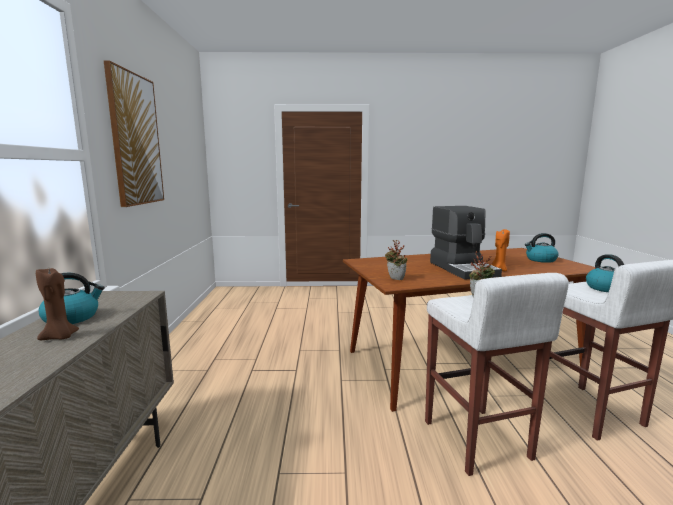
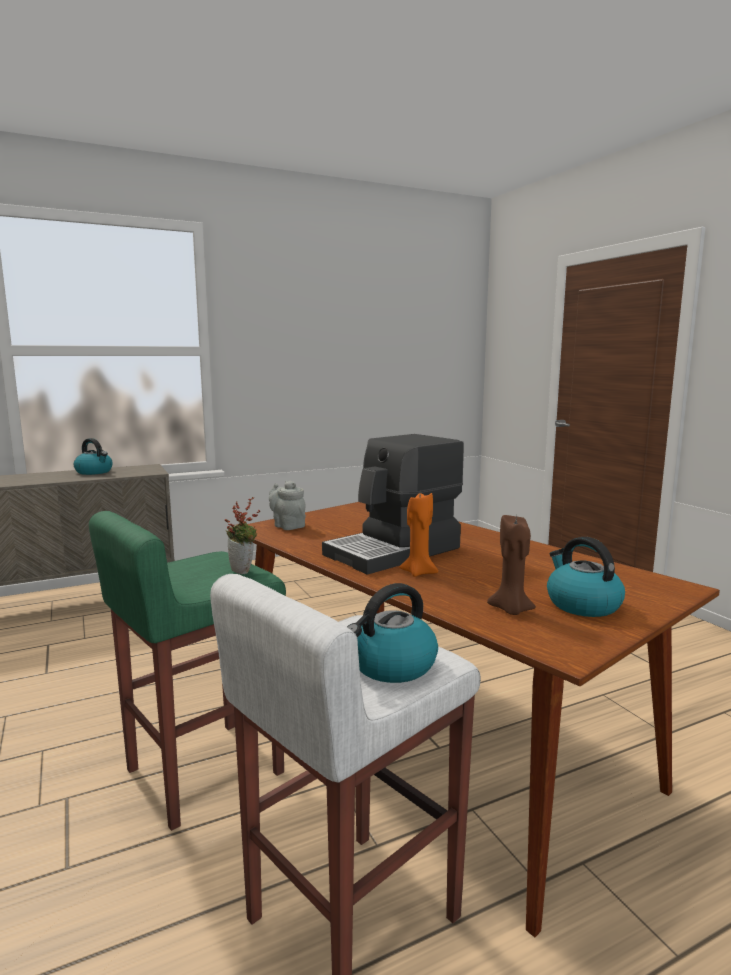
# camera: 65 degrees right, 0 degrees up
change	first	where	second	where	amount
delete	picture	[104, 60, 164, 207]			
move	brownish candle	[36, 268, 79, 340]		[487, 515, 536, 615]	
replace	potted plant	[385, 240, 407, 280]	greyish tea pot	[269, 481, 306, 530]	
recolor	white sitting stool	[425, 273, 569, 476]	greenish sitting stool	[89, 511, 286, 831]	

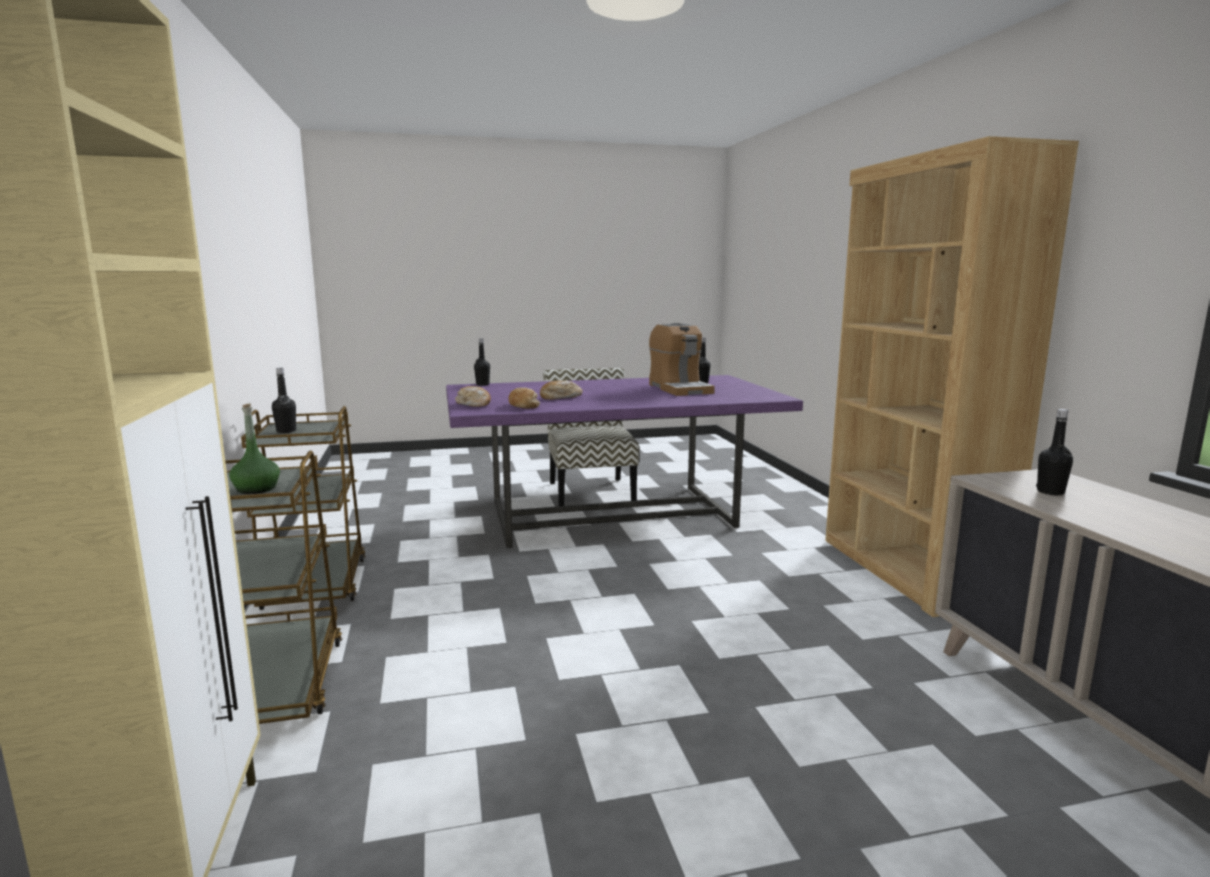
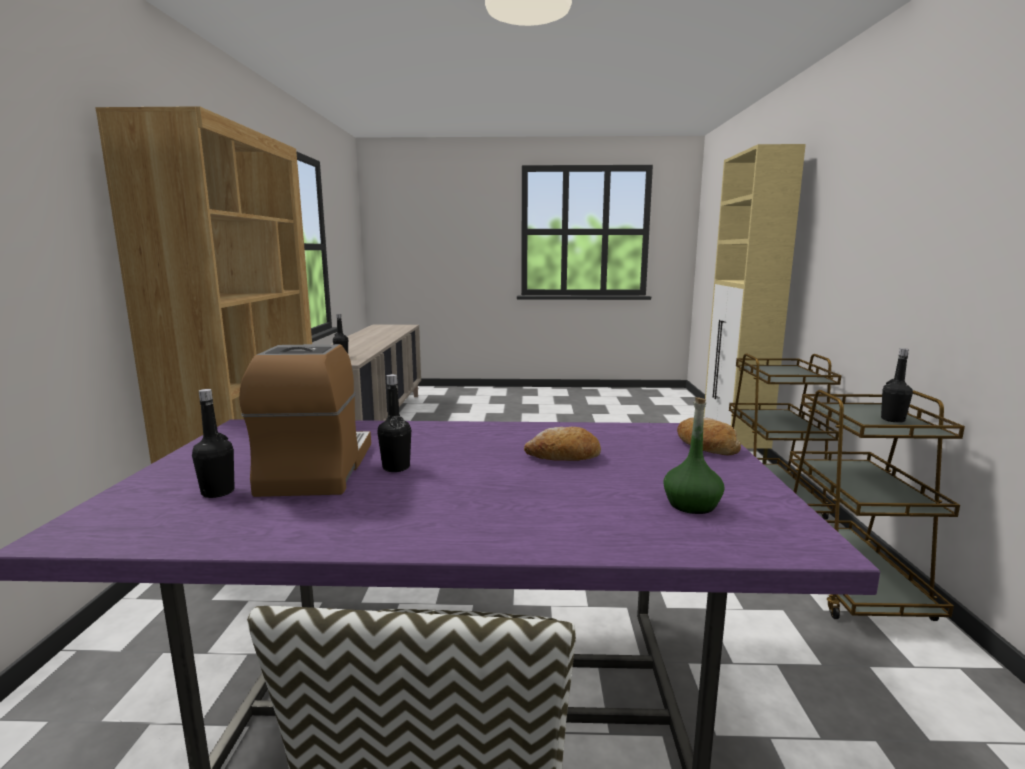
# camera: 165 degrees left, 0 degrees up
change	first	where	second	where	amount
delete	bread	[509, 387, 540, 409]			
move	greenish bottle	[229, 403, 280, 494]		[663, 397, 725, 514]	
move	black-coloured bottle	[474, 338, 490, 386]		[377, 374, 411, 472]	

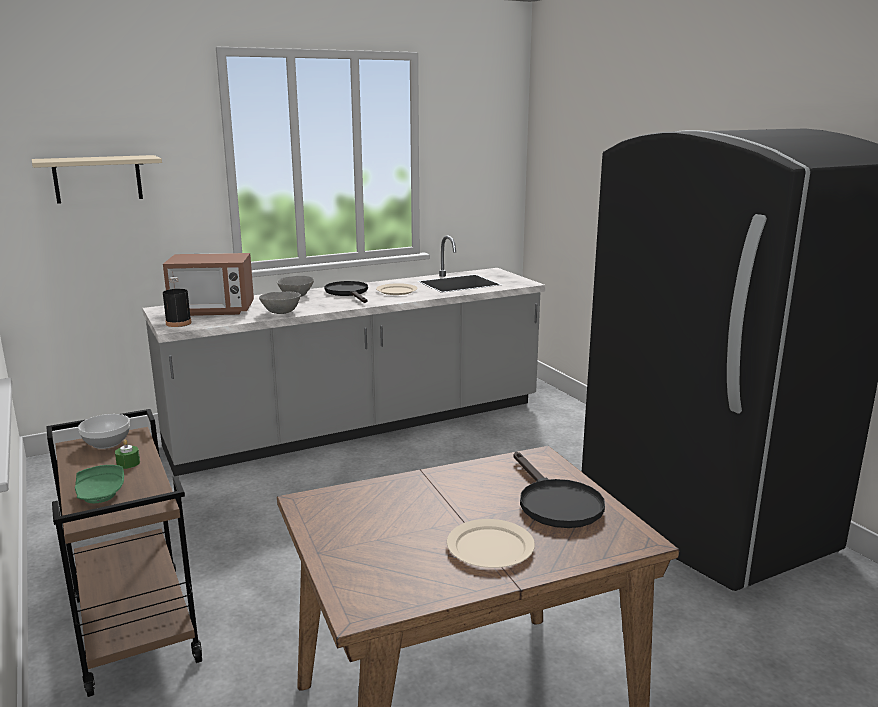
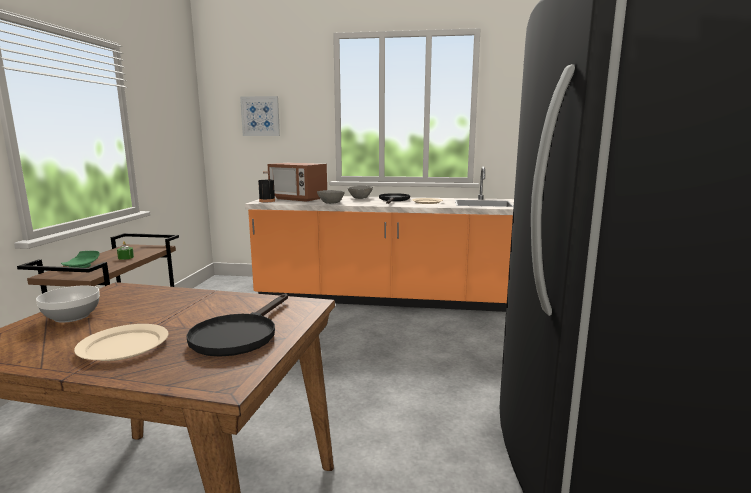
# camera: 35 degrees right, 5 degrees down
change	first	where	second	where	amount
move	deep dish	[78, 414, 130, 449]		[36, 285, 100, 323]	
replace	beige-coloured bracket shelf	[32, 155, 162, 204]	picture	[240, 96, 280, 136]	
recolor	greyish counter	[142, 235, 545, 476]	orange counter	[245, 167, 514, 312]	

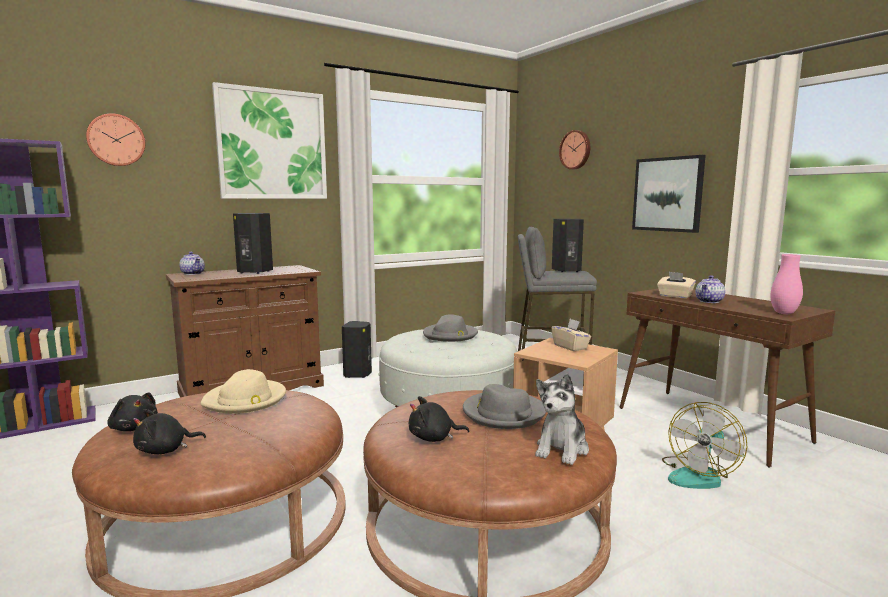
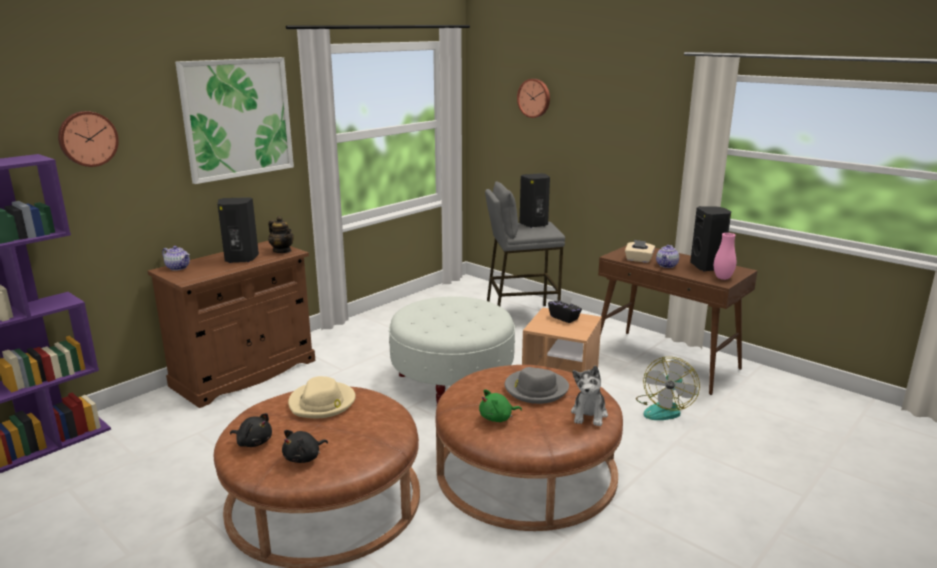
# camera: 15 degrees left, 10 degrees up
change	first	where	second	where	amount
delete	greyish wearable hat	[423, 314, 478, 342]			
delete	picture	[632, 155, 706, 233]			
insert			tea pot	[268, 216, 294, 253]	
move	black-coloured speaker	[342, 321, 372, 378]		[690, 206, 731, 271]	
recolor	black-coloured plush toy	[409, 396, 469, 442]	greenish plush toy	[479, 389, 522, 422]	
recolor	beige-coloured tissue holder	[551, 319, 591, 351]	black-coloured tissue holder	[548, 294, 582, 323]	

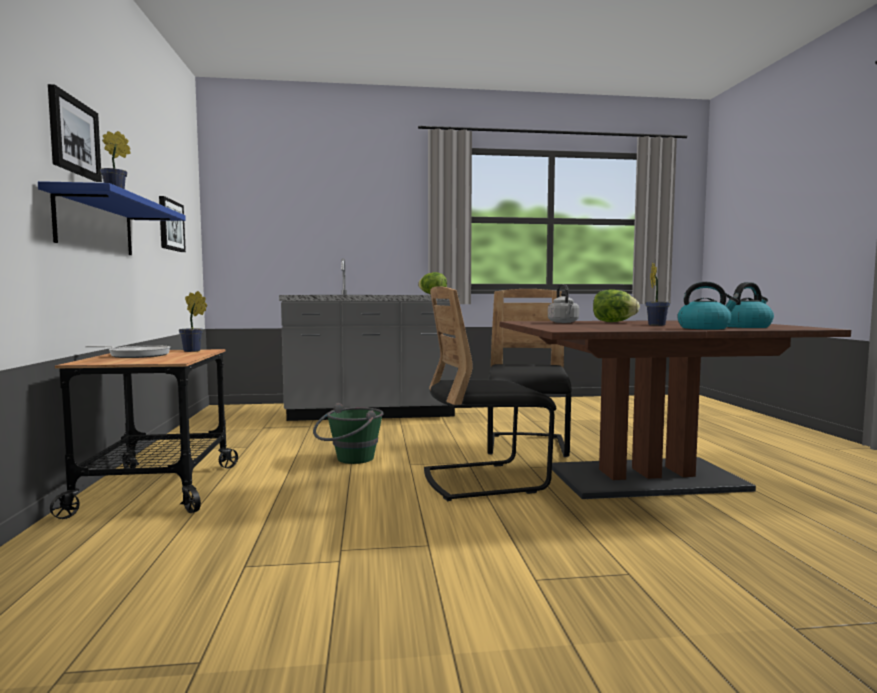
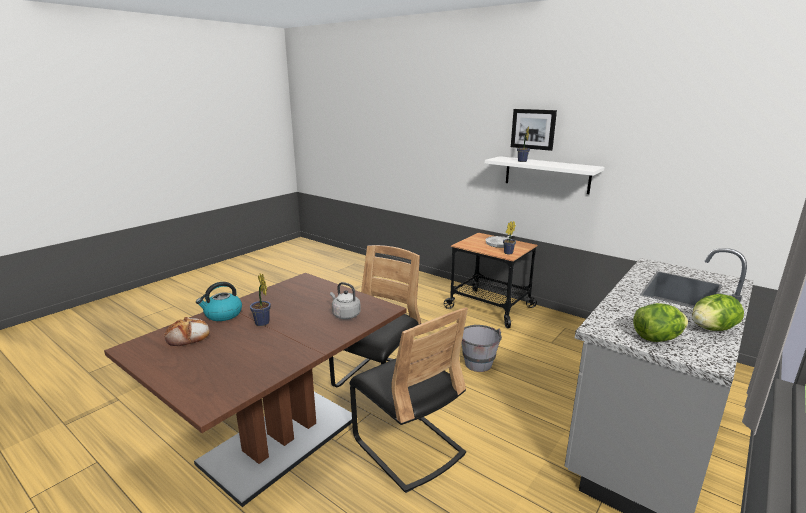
# camera: 135 degrees right, 15 degrees up
change	first	where	second	where	amount
delete	picture	[159, 196, 186, 252]			
move	head of lettuce	[593, 289, 640, 322]		[692, 294, 744, 331]	
replace	tea kettle	[727, 282, 774, 328]	bread	[164, 317, 210, 346]	
recolor	blue bracket shelf	[38, 181, 186, 255]	white bracket shelf	[485, 156, 605, 194]	
recolor	greenish pail	[313, 403, 384, 464]	greyish pail	[461, 325, 502, 372]	

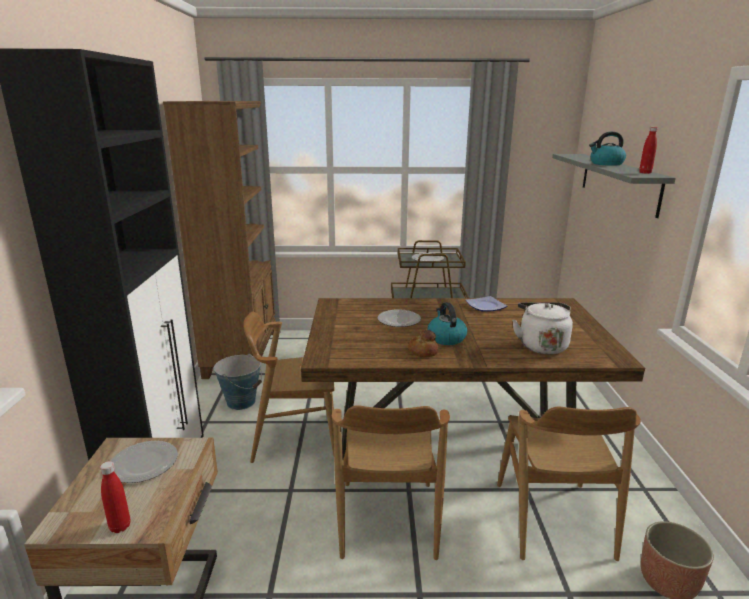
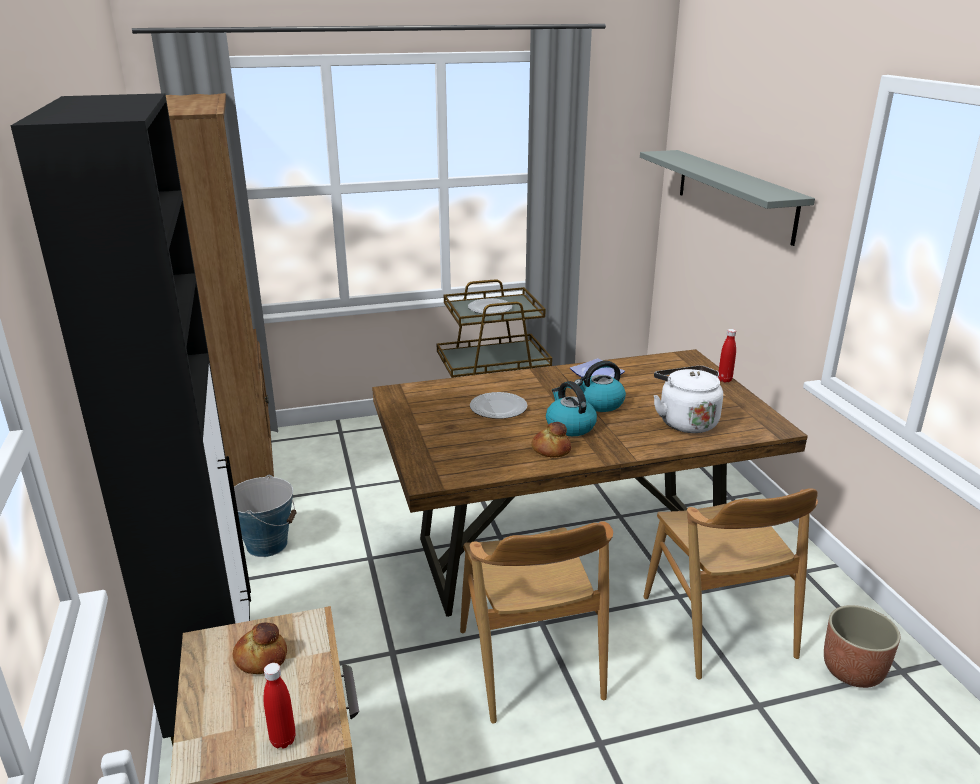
# camera: 15 degrees left, 5 degrees up
change	first	where	second	where	amount
delete	brownish chair	[243, 311, 335, 463]			
move	tea kettle	[589, 132, 626, 166]		[574, 361, 626, 412]	
move	reddish bottle	[639, 127, 658, 174]		[718, 329, 736, 383]	
replace	plate	[111, 441, 178, 483]	bread	[233, 622, 287, 674]	

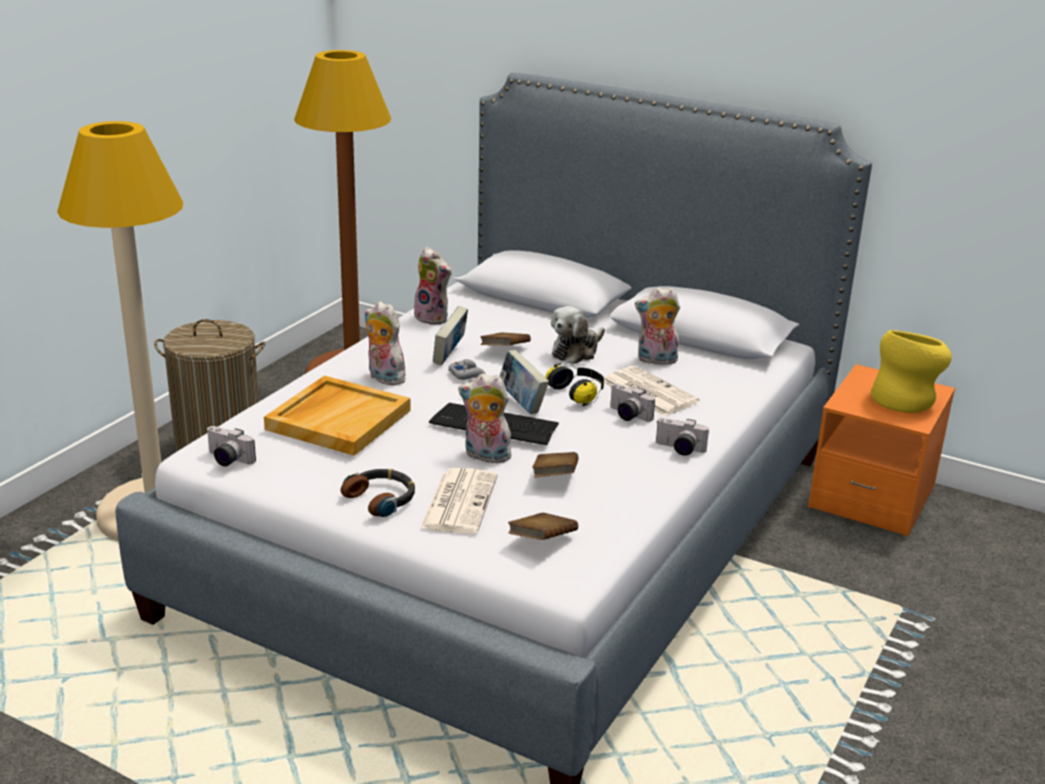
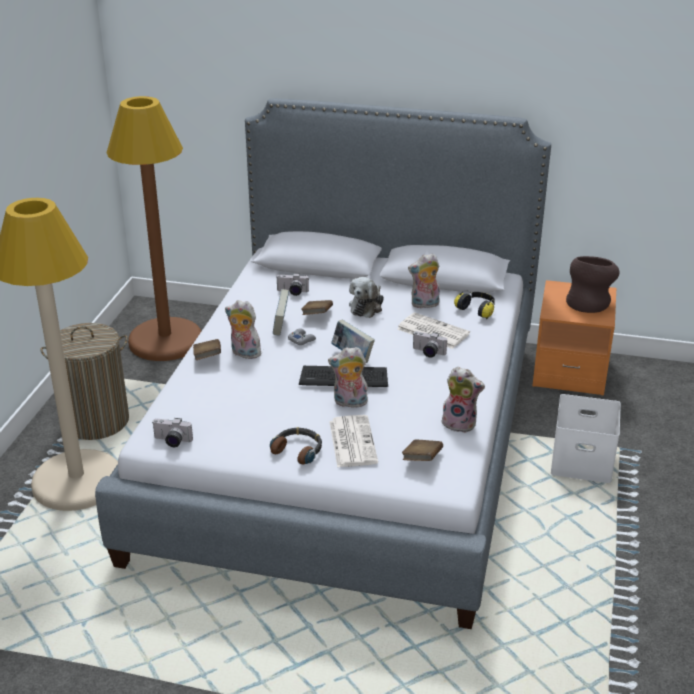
# camera: 15 degrees left, 5 degrees up
change	first	where	second	where	amount
delete	beige-coloured carrying tray	[264, 376, 411, 456]			
insert			white storage bin	[551, 394, 621, 483]	
move	plush toy	[414, 247, 451, 325]		[442, 367, 485, 433]	
move	brownish book	[532, 452, 579, 477]		[193, 339, 221, 360]	
move	headset	[546, 361, 604, 406]		[454, 290, 495, 319]	
move	photo camera	[656, 418, 709, 456]		[276, 273, 309, 296]	
recolor	yellowish vase	[871, 330, 952, 413]	brownish vase	[566, 256, 620, 313]	

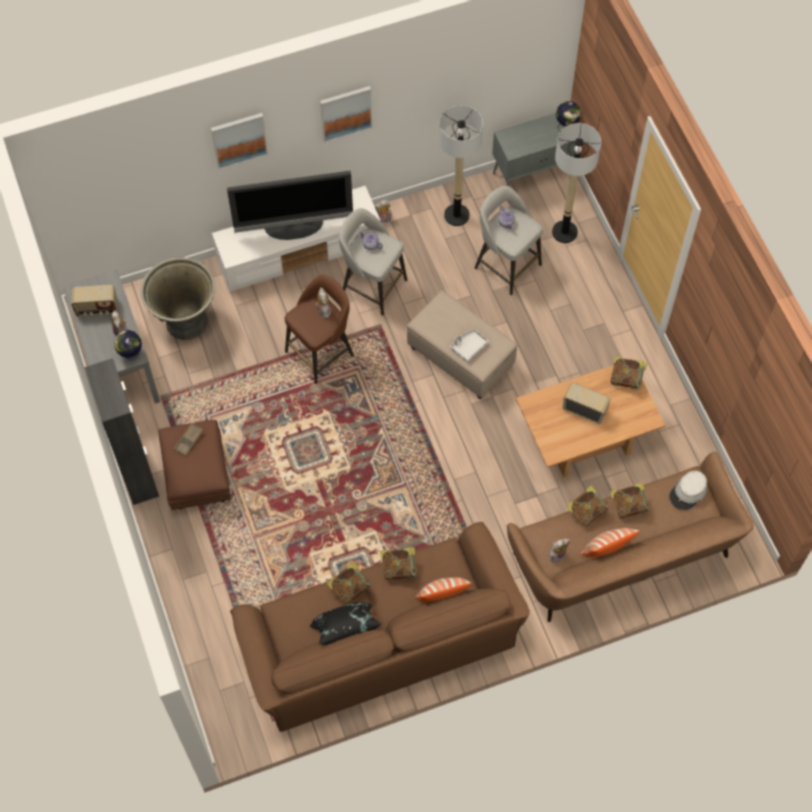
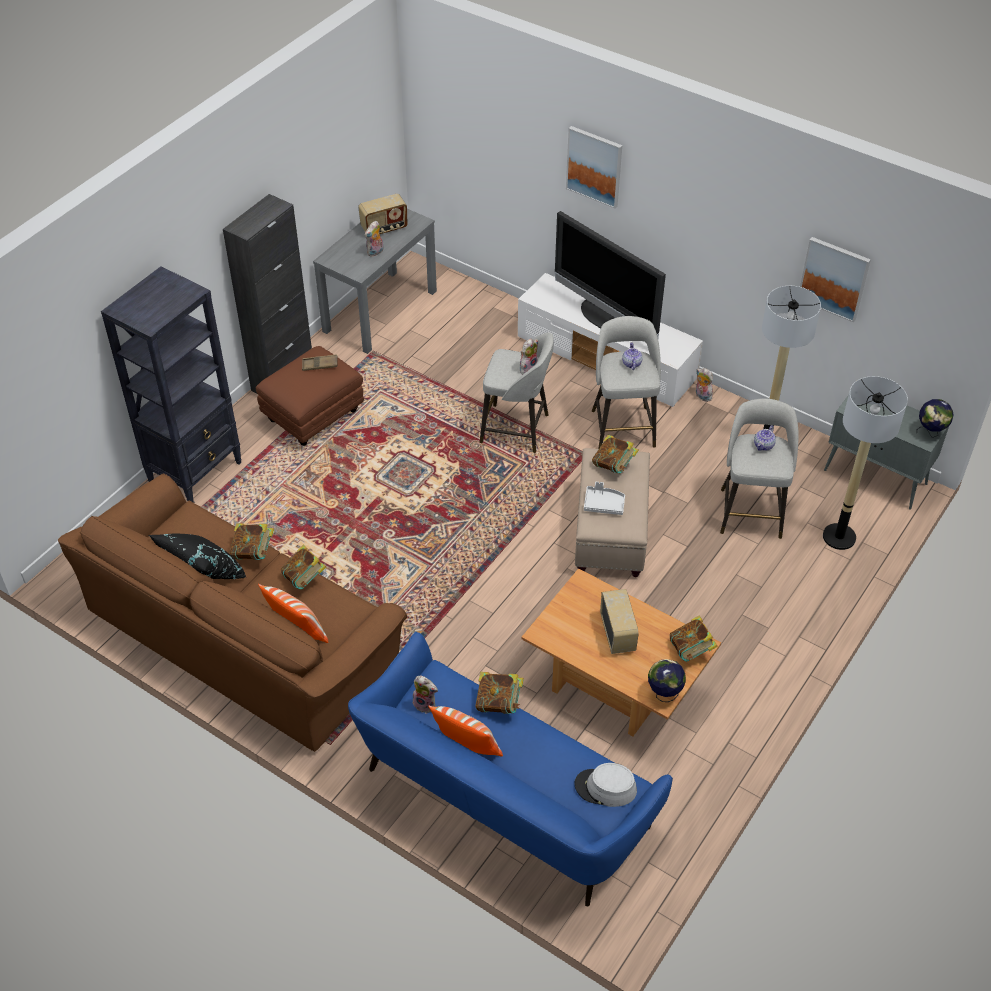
# camera: 55 degrees right, 15 degrees down
change	first	where	second	where	amount
delete	greyish planter	[141, 257, 215, 340]			
insert			black-coloured bookshelf	[101, 266, 242, 503]	
move	world globe	[114, 330, 142, 360]		[648, 659, 686, 702]	
move	picture	[320, 86, 372, 143]		[800, 237, 871, 323]	
move	book	[610, 482, 651, 519]		[592, 435, 639, 473]	
recolor	brownish sitting stool	[285, 275, 354, 384]	greyish sitting stool	[480, 333, 554, 453]	
recolor	brownish couch	[507, 452, 754, 622]	blue couch	[348, 632, 673, 906]	
rotate	radio receiver	[71, 285, 117, 317]		[358, 194, 407, 234]	75 degrees counterclockwise

